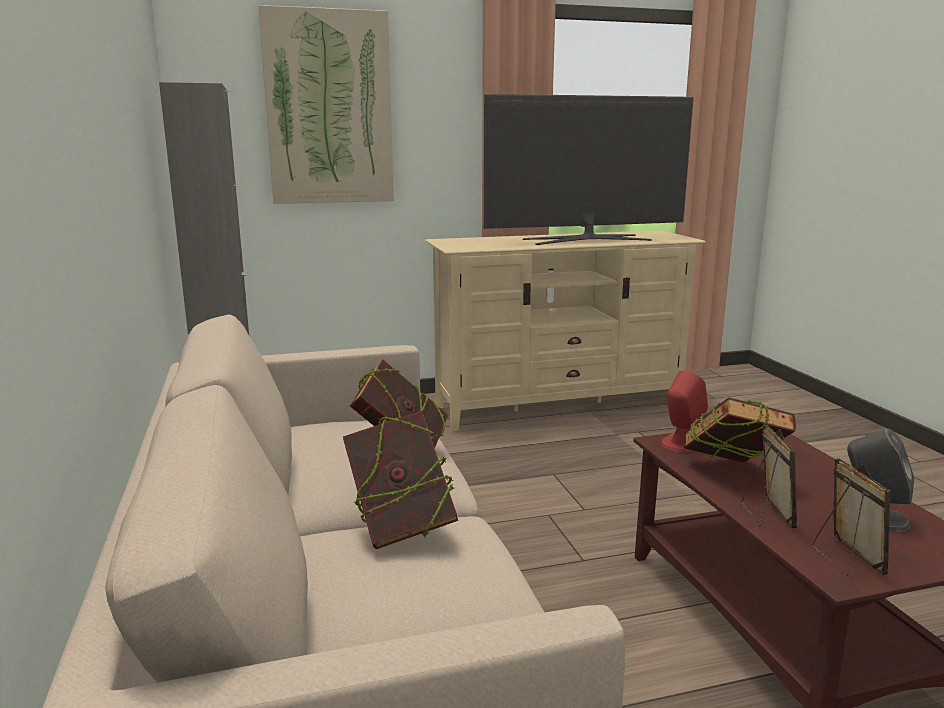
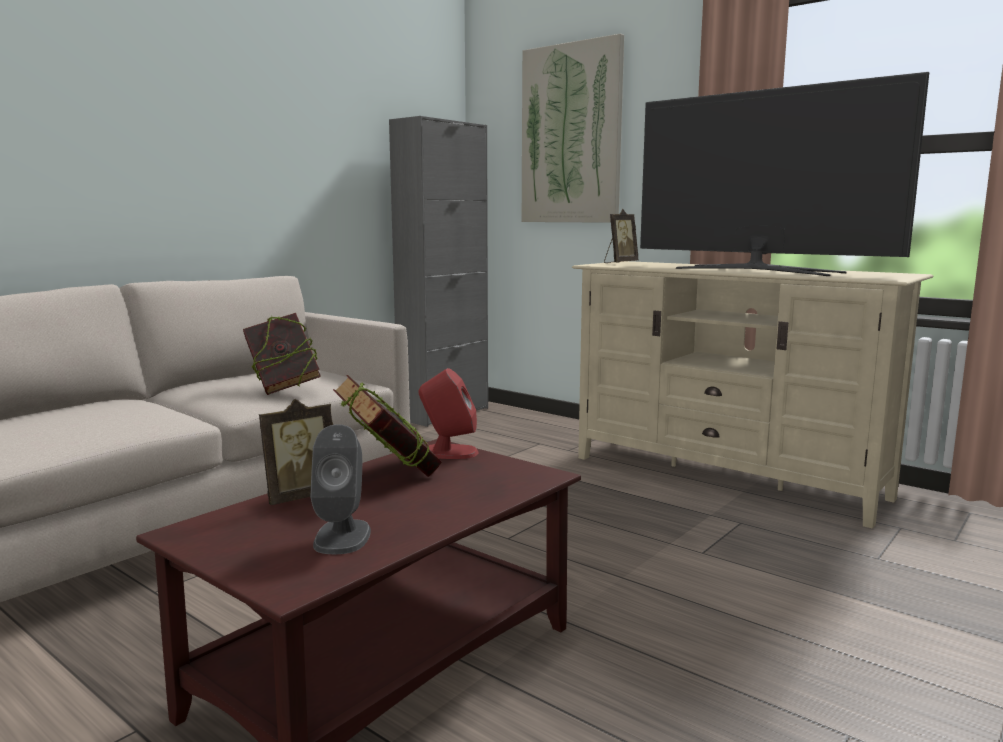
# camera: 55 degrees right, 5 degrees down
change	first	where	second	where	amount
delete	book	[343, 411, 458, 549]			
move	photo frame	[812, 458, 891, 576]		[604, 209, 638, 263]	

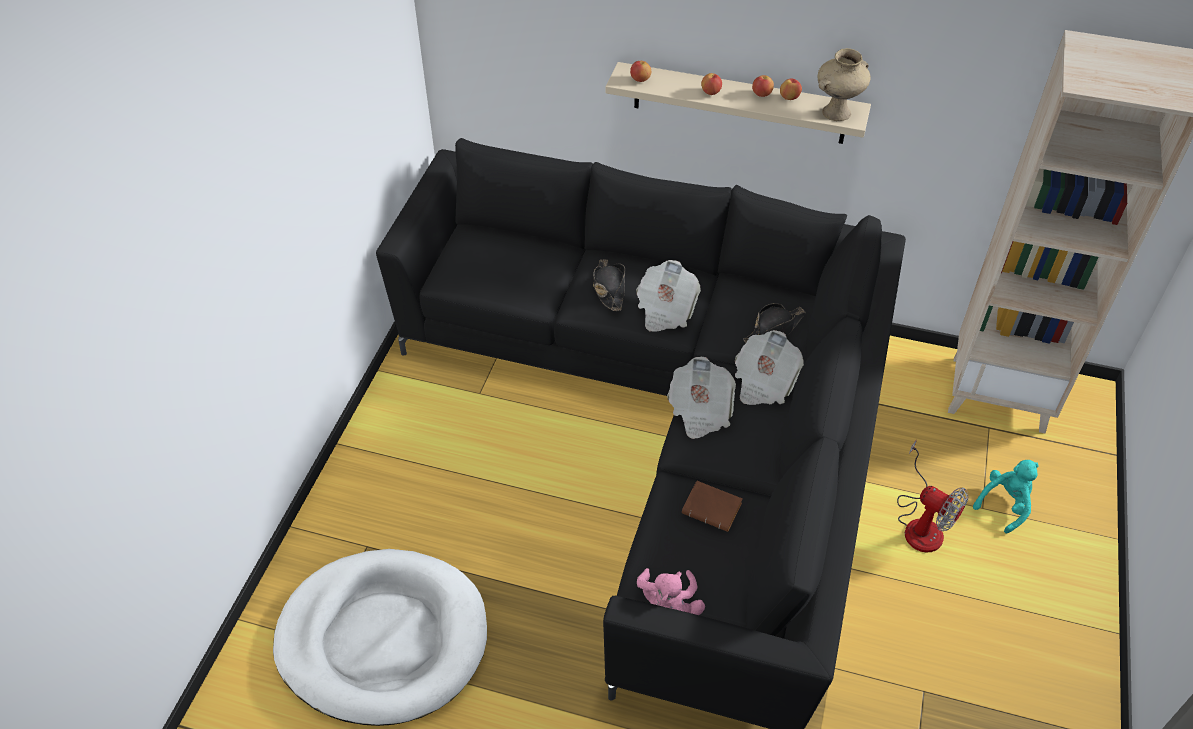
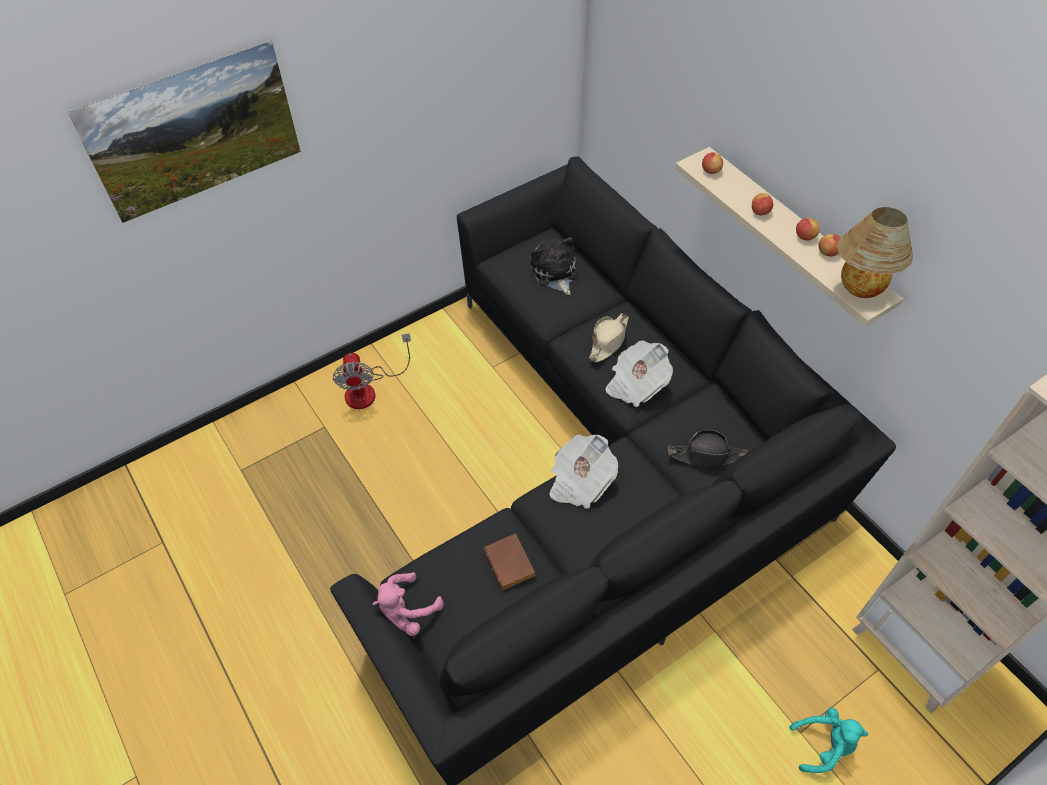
# camera: 40 degrees right, 5 degrees up
change	first	where	second	where	amount
delete	white dog cushion	[273, 549, 487, 726]			
delete	printed paper	[735, 330, 804, 405]			
insert			picture	[68, 41, 301, 223]	
insert			plush toy	[531, 237, 578, 295]	
move	fan	[897, 440, 968, 552]		[333, 333, 411, 409]	
replace	beige-coloured vase	[818, 48, 871, 121]	table lamp	[836, 207, 913, 298]	
recolor	black-coloured wearable hat	[593, 260, 625, 311]	beige-coloured wearable hat	[589, 313, 629, 363]	

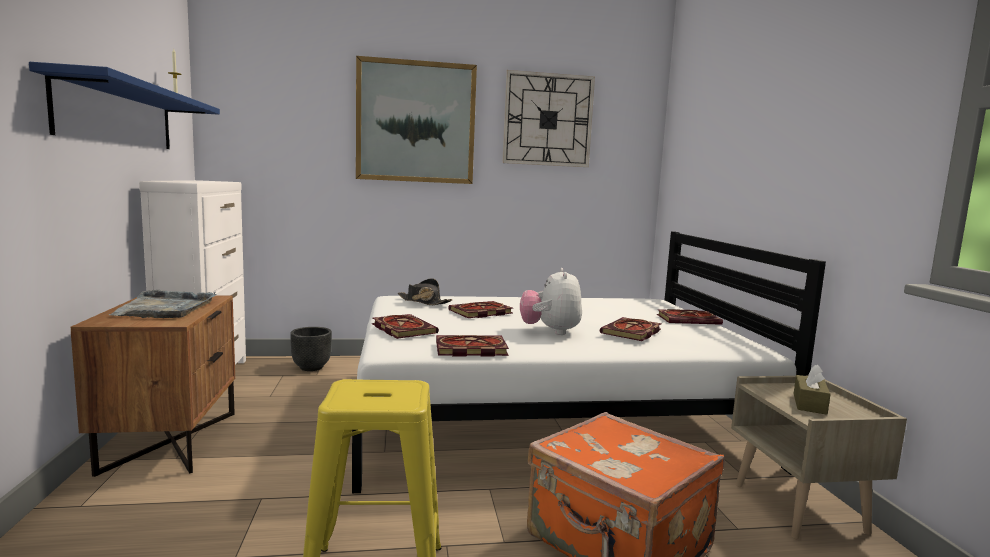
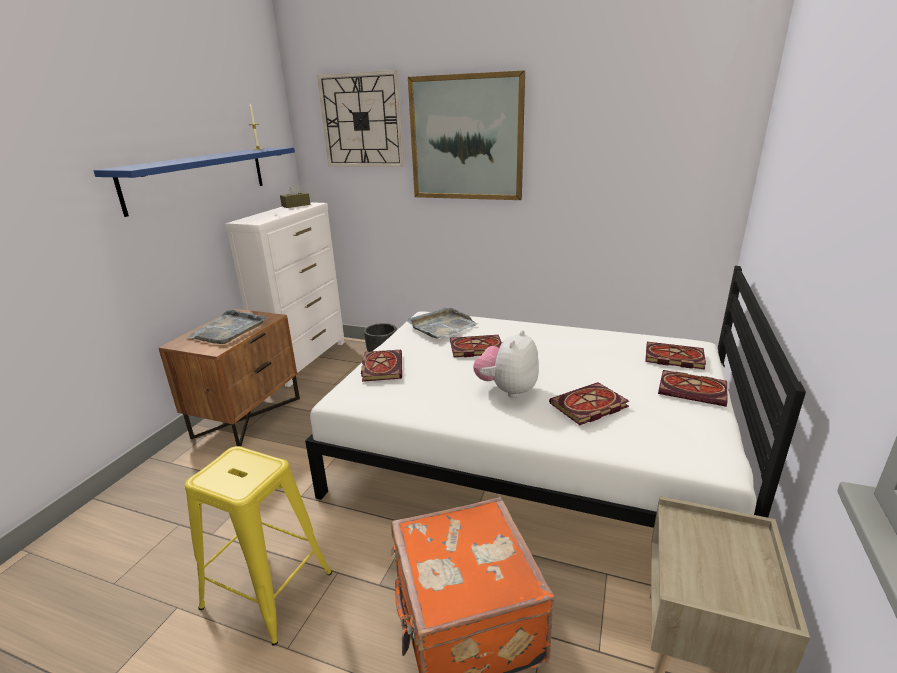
# camera: 30 degrees right, 15 degrees up
change	first	where	second	where	amount
move	book	[436, 335, 509, 356]		[645, 342, 706, 370]	
move	hanging clock	[502, 70, 595, 167]		[317, 70, 404, 167]	
move	brownish tissue holder	[794, 364, 831, 415]		[280, 183, 310, 208]	
replace	black-coloured wearable hat	[397, 278, 453, 305]	greyish carrying tray	[407, 308, 478, 339]	

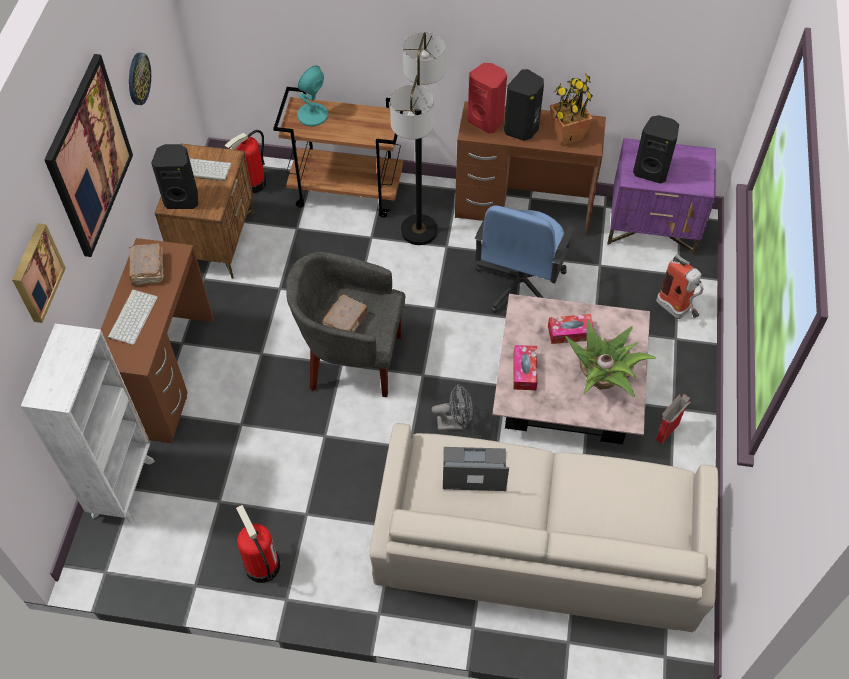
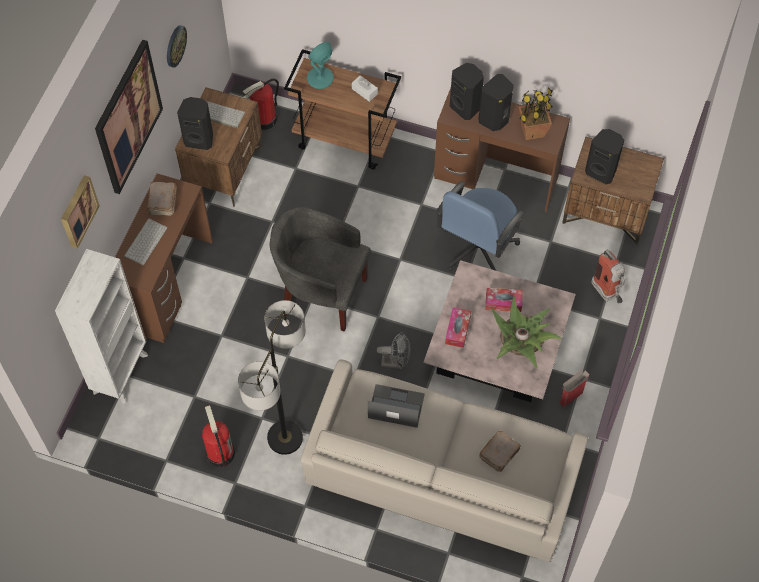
# camera: 10 degrees right, 5 degrees up
change	first	where	second	where	amount
insert			white tissue holder	[352, 75, 378, 102]	
move	brownish book	[322, 295, 368, 332]		[480, 431, 521, 472]	
move	standing lamp	[390, 32, 445, 245]		[238, 300, 306, 455]	
recolor	reddish speaker	[468, 63, 507, 134]	black-coloured speaker	[450, 63, 484, 120]	
recolor	purple-coloured night table	[607, 138, 716, 255]	brownish night table	[562, 137, 664, 245]	

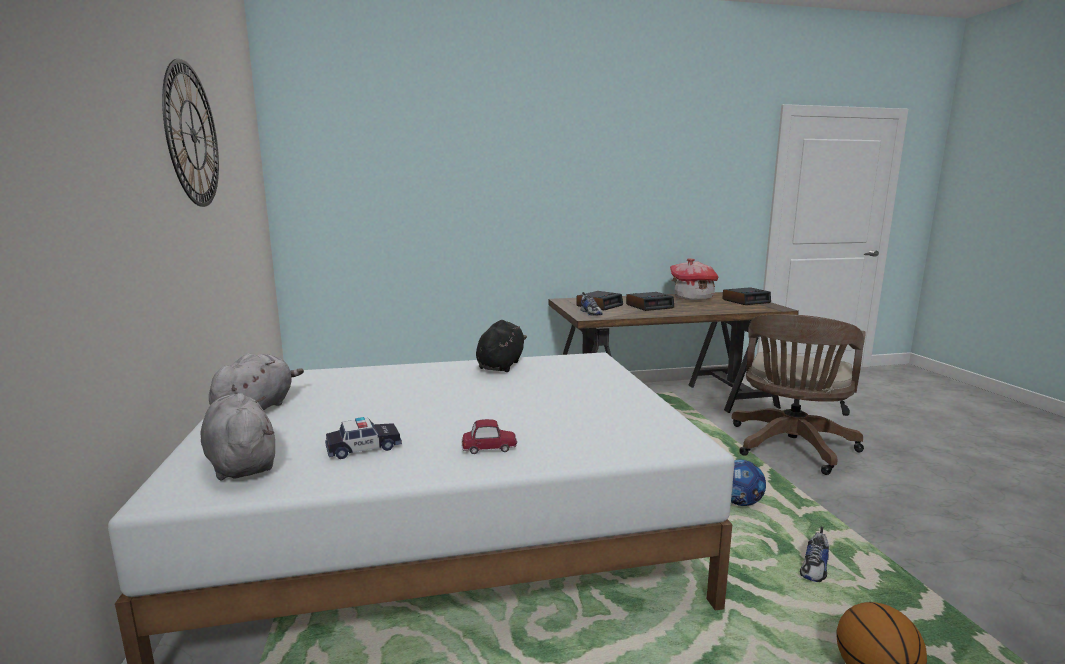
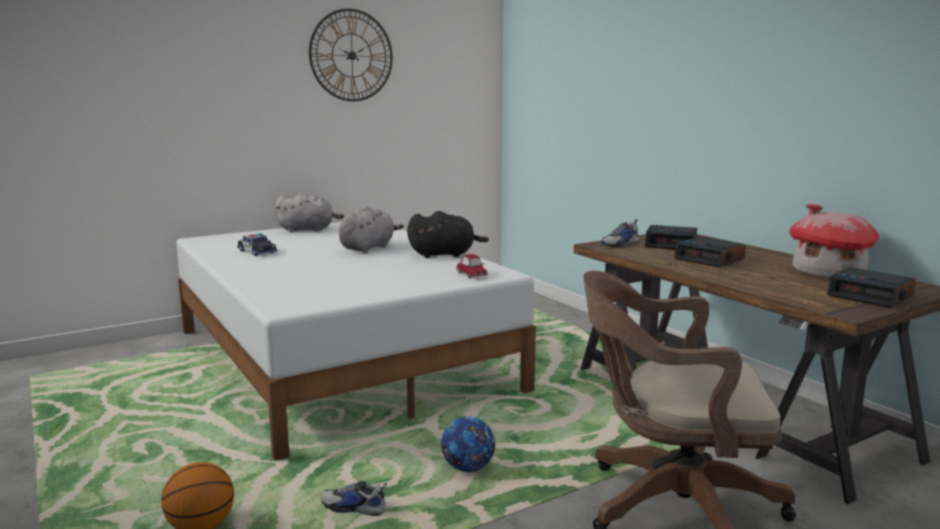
# camera: 70 degrees right, 0 degrees up
change	first	where	second	where	amount
move	greyish plush toy	[200, 393, 275, 481]		[339, 206, 404, 253]	
move	toy car	[461, 419, 517, 454]		[456, 254, 488, 278]	

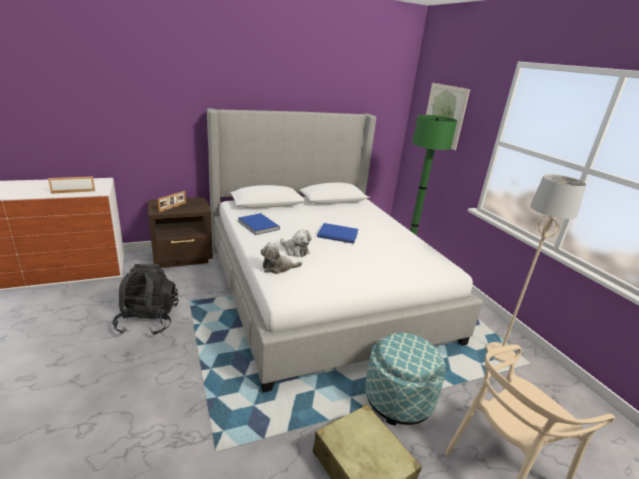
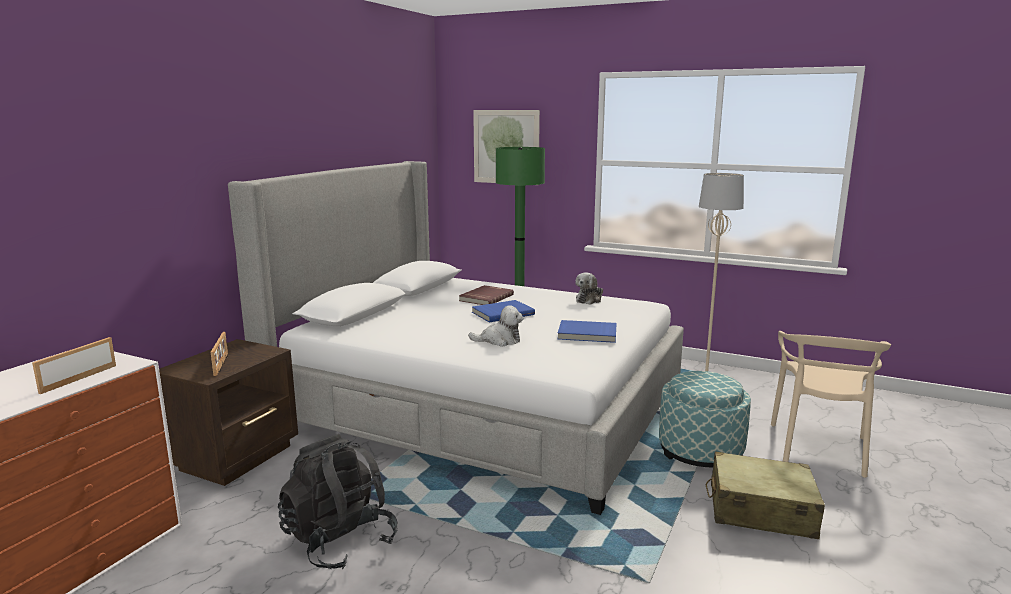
# camera: 40 degrees left, 10 degrees down
change	first	where	second	where	amount
insert			reddish book	[459, 285, 514, 305]	
move	blue book	[238, 213, 280, 235]		[558, 320, 617, 343]	
move	plush toy	[260, 242, 302, 274]		[575, 272, 603, 305]	

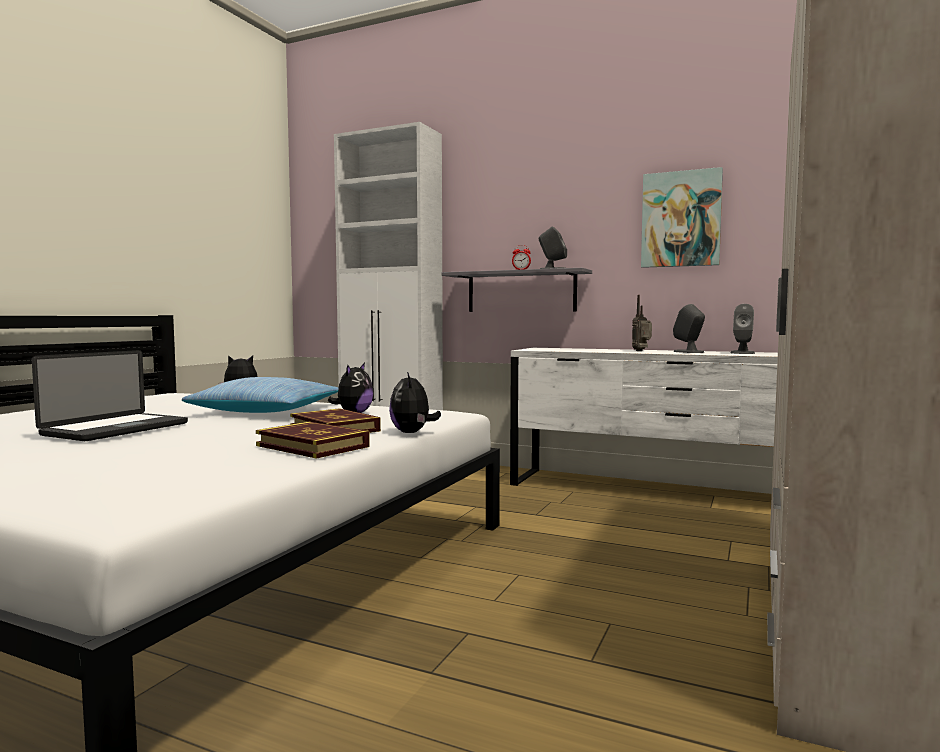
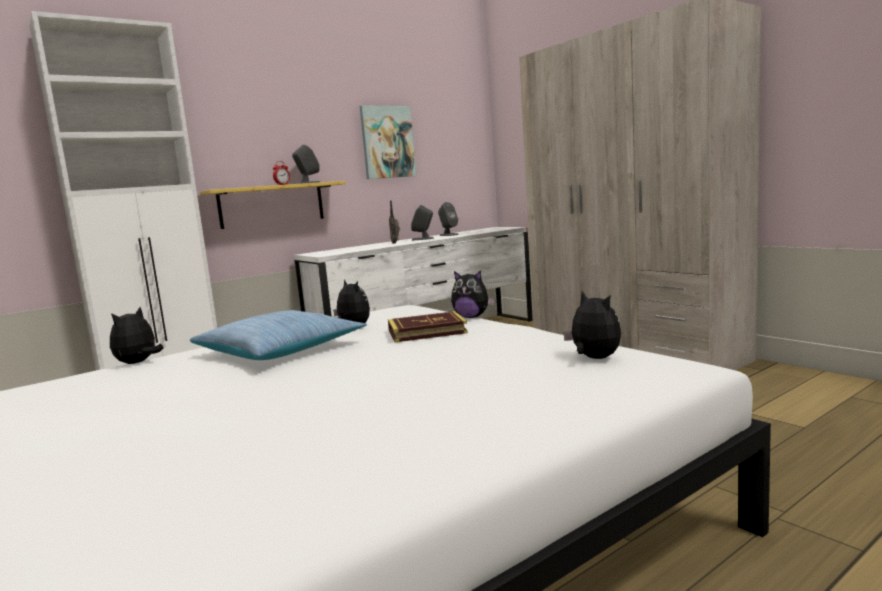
# camera: 60 degrees left, 5 degrees up
change	first	where	second	where	amount
delete	notebook computer	[32, 350, 188, 441]			
delete	book	[256, 422, 370, 459]			
insert			plush toy	[563, 291, 621, 359]	
recolor	greyish bracket shelf	[442, 268, 592, 312]	yellowish bracket shelf	[200, 181, 346, 229]	

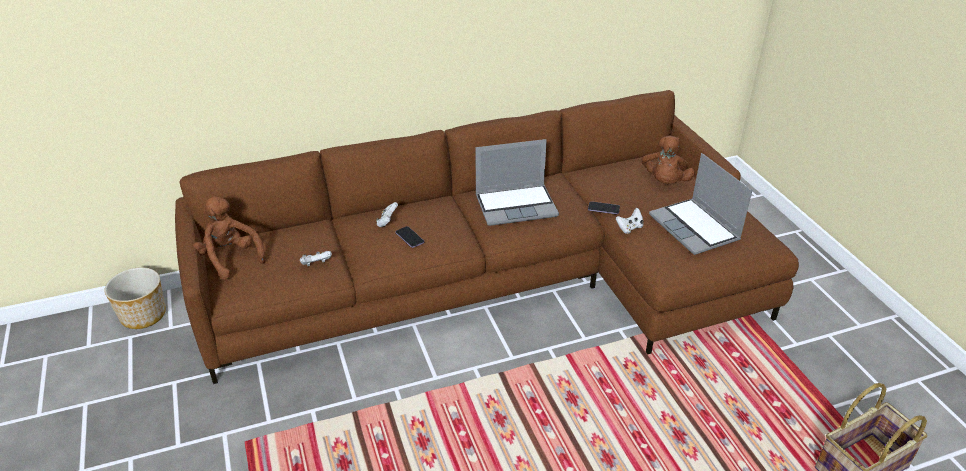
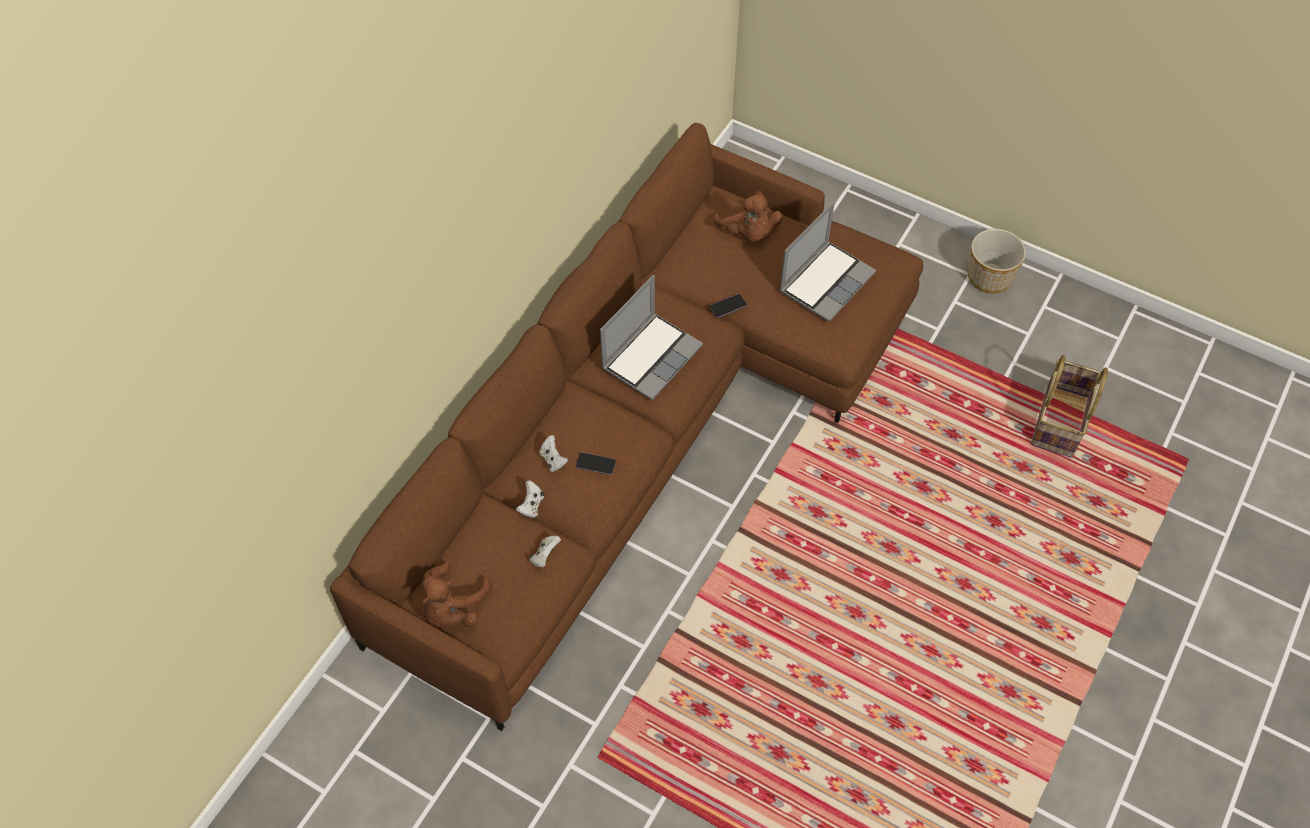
# camera: 40 degrees left, 20 degrees up
change	first	where	second	where	amount
move	planter	[104, 267, 166, 329]		[967, 229, 1026, 293]	
move	white gamepad	[616, 208, 644, 234]		[516, 480, 544, 518]	
rotate	brownish plush toy	[193, 196, 266, 280]		[422, 562, 493, 628]	75 degrees counterclockwise
rotate	notebook computer	[649, 153, 752, 255]		[779, 201, 876, 322]	75 degrees counterclockwise

